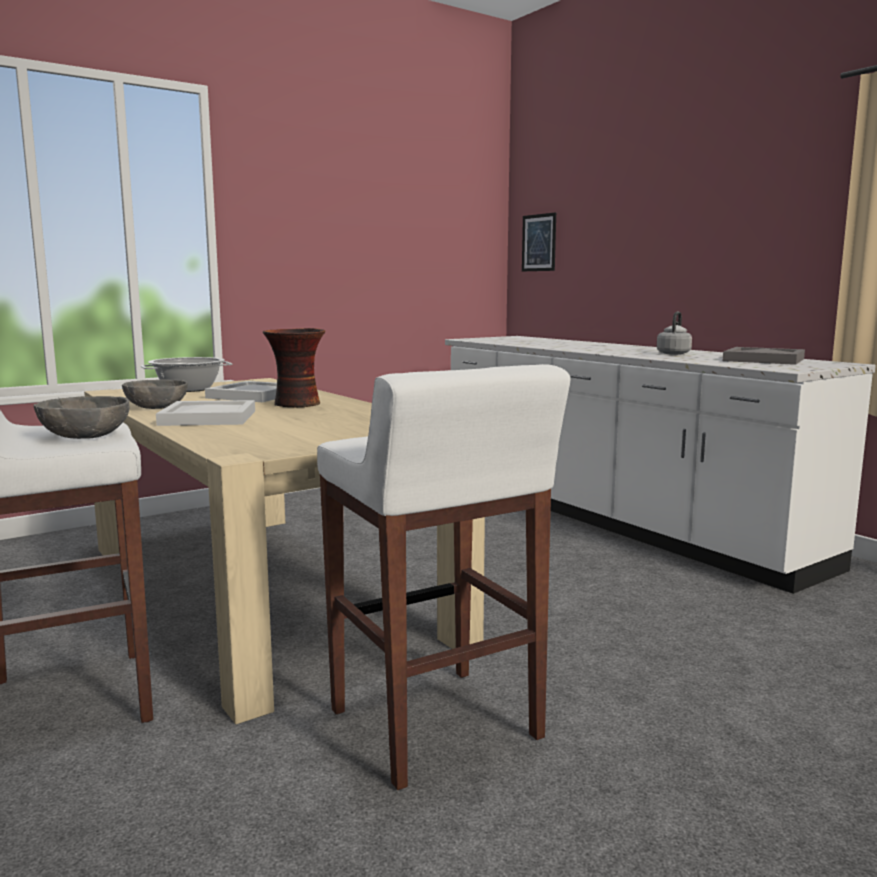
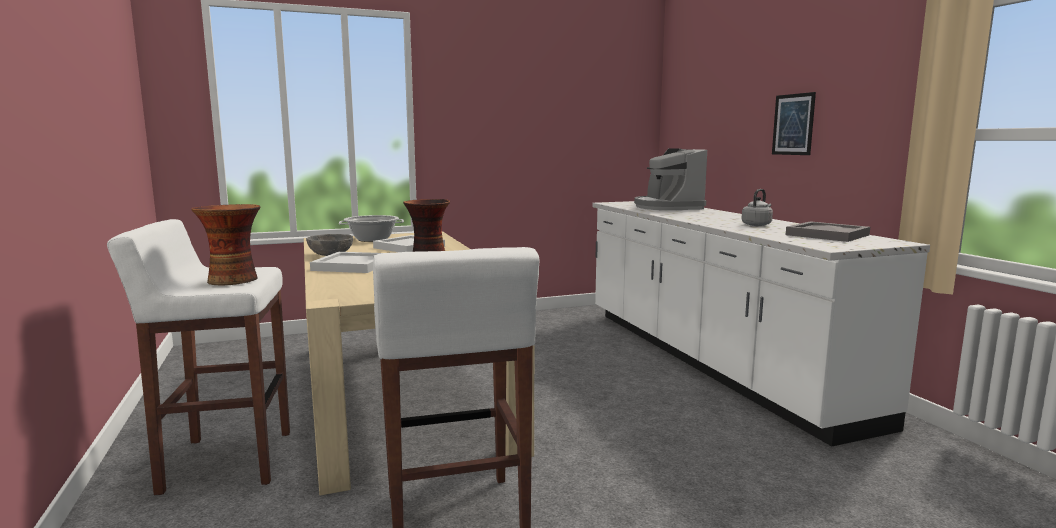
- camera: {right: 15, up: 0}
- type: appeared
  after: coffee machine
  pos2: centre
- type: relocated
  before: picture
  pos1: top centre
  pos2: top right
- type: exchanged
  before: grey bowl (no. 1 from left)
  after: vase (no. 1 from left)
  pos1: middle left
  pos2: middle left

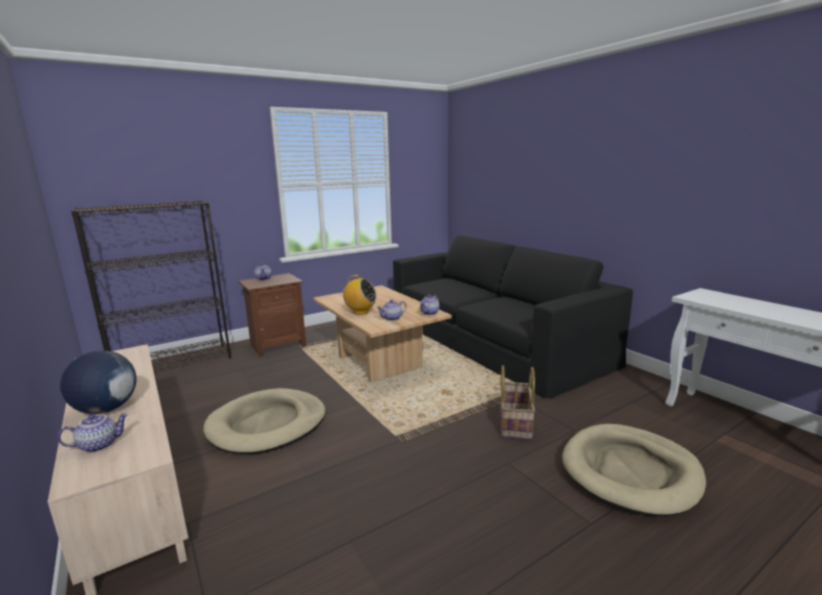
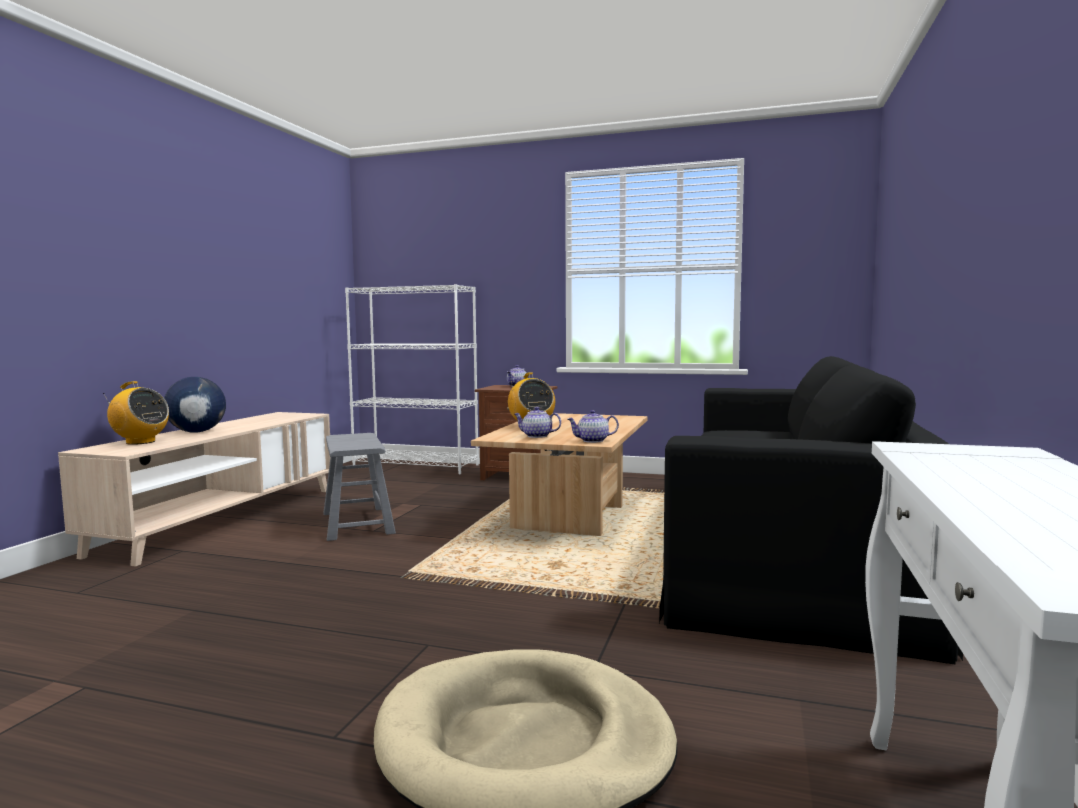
- camera: {right: 50, up: -10}
- type: missing
  before: basket
  pos1: bottom centre
- type: exchanged
  before: teapot (no. 1 from left)
  after: radio (no. 1 from left)
  pos1: bottom left
  pos2: middle left
- type: exchanged
  before: beige dog bed (no. 1 from left)
  after: grey stool
  pos1: bottom left
  pos2: middle left
- type: colour
  before: black bookcase
  after: white bookcase
  pos1: middle left
  pos2: centre

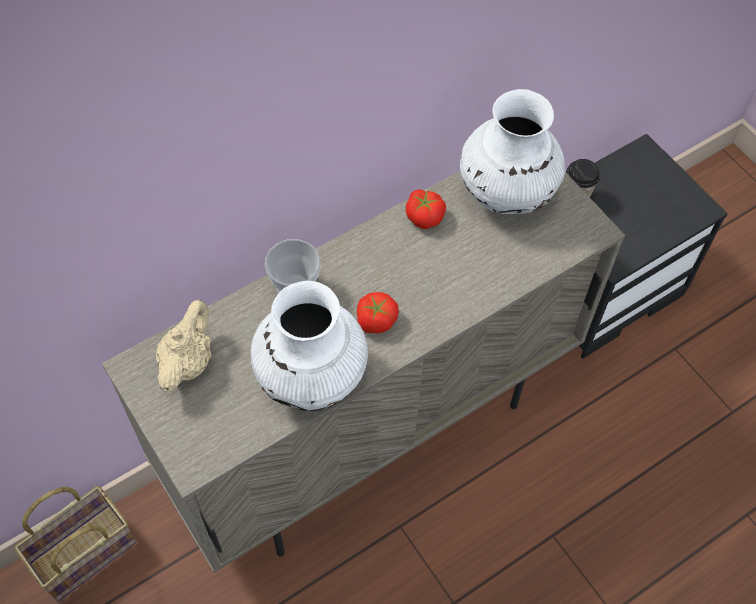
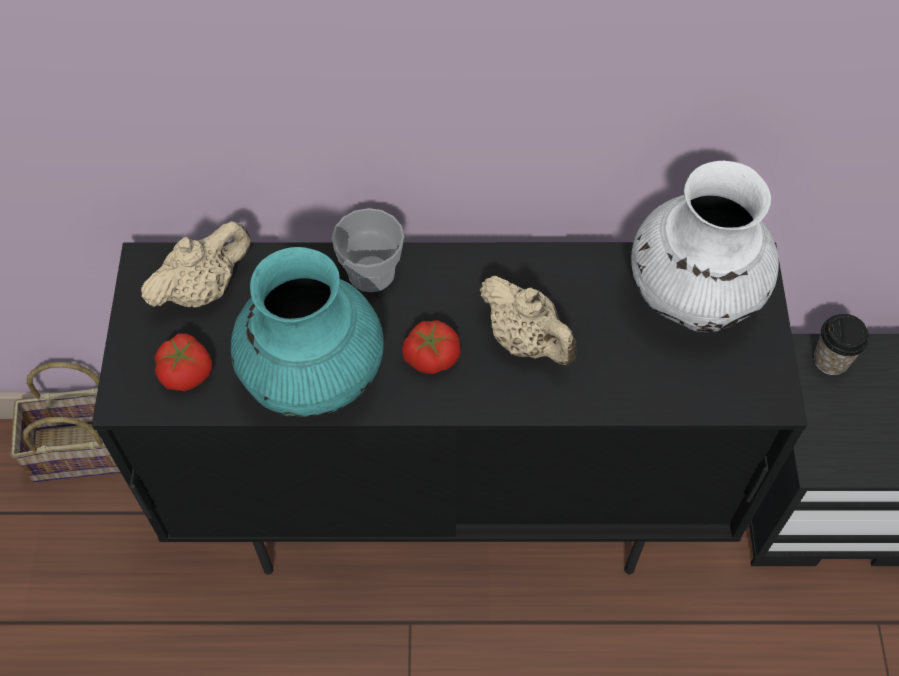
- camera: {right: 35, up: 0}
- type: appeared
  after: beige teapot (no. 2 from left)
  pos2: centre
- type: relocated
  before: tomato (no. 2 from left in the first image)
  after: tomato (no. 1 from left)
  pos1: centre
  pos2: middle left
- type: colour
  before: beige cabinet
  after: black cabinet
  pos1: centre
  pos2: centre
- type: colour
  before: white vase (no. 1 from left)
  after: turquoise vase
  pos1: centre
  pos2: centre

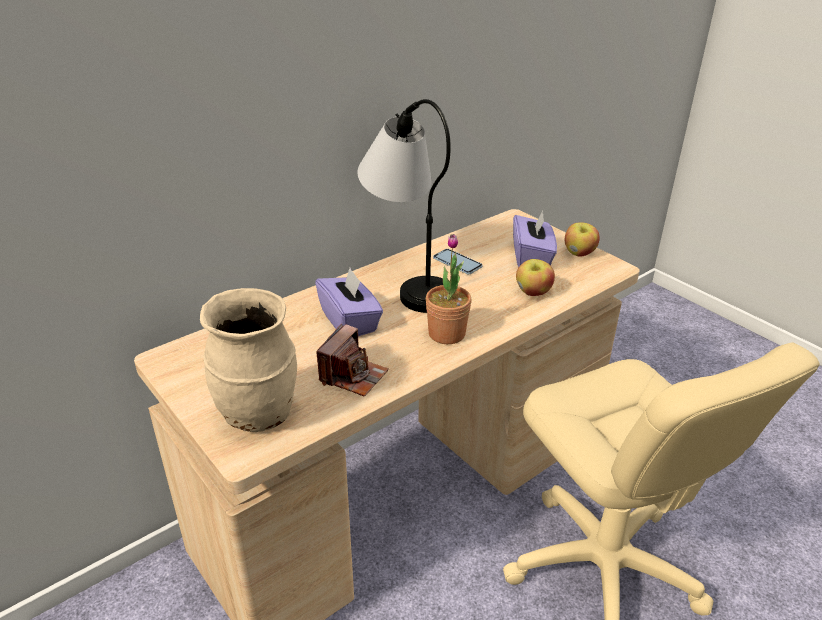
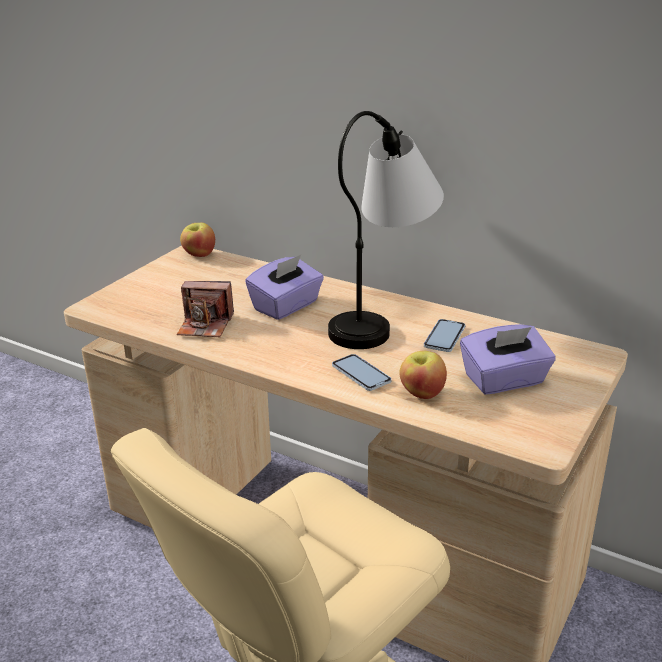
- camera: {right: 70, up: -5}
- type: missing
  before: beige vase
  pos1: middle left
- type: missing
  before: potted plant
  pos1: centre
- type: appeared
  after: phone (no. 1 from left)
  pos2: centre
- type: relocated
  before: apple (no. 2 from left in the first image)
  after: apple (no. 1 from left)
  pos1: middle right
  pos2: middle left

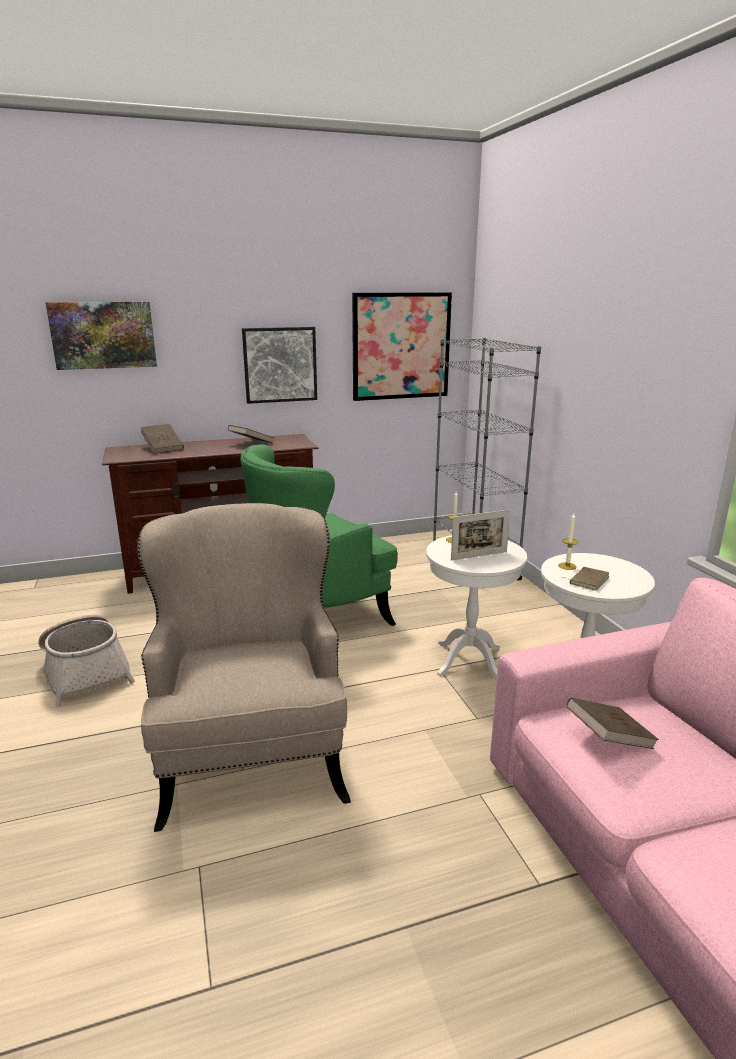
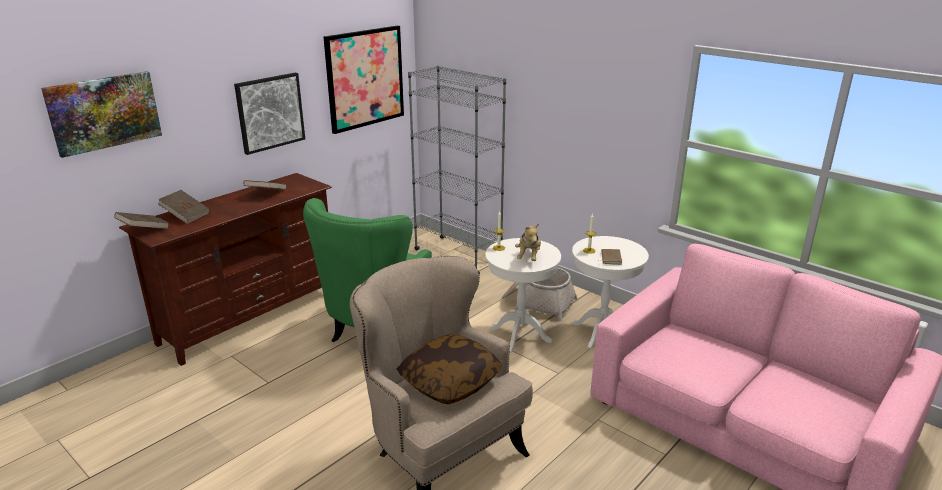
- camera: {right: -30, up: 5}
- type: appeared
  after: pillow
  pos2: bottom centre
- type: relocated
  before: basket
  pos1: middle left
  pos2: centre
- type: relocated
  before: brown book (no. 4 from left in the first image)
  after: brown book (no. 1 from left)
  pos1: bottom right
  pos2: middle left
- type: exchanged
  before: picture frame
  after: plush toy
  pos1: centre
  pos2: centre

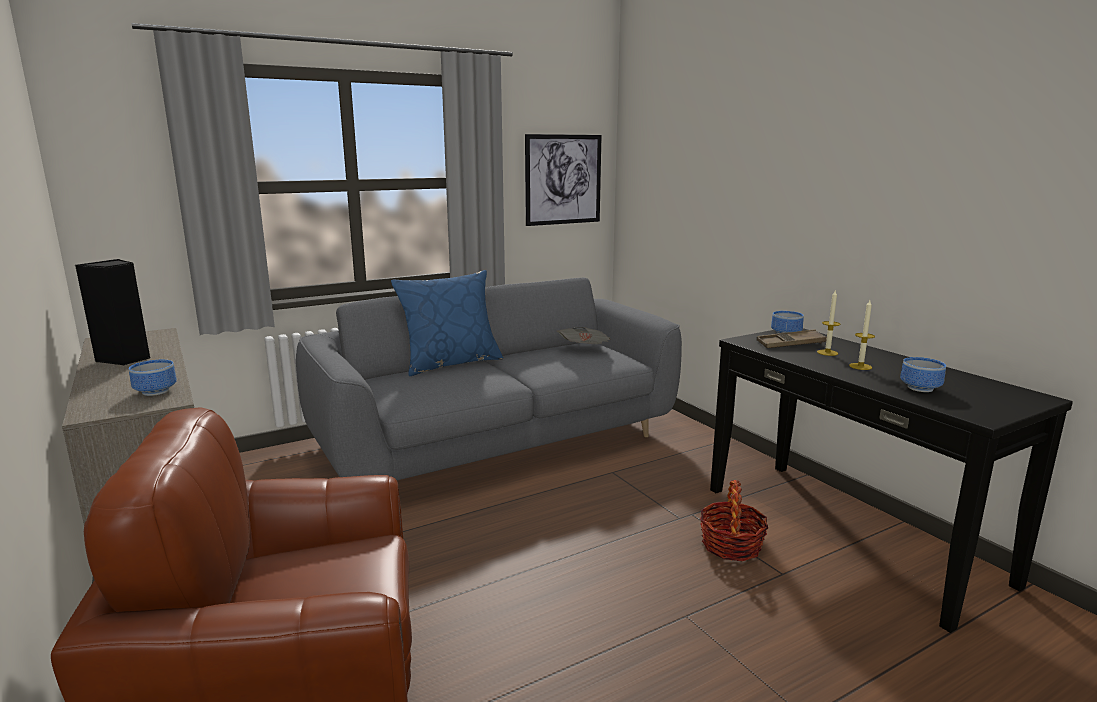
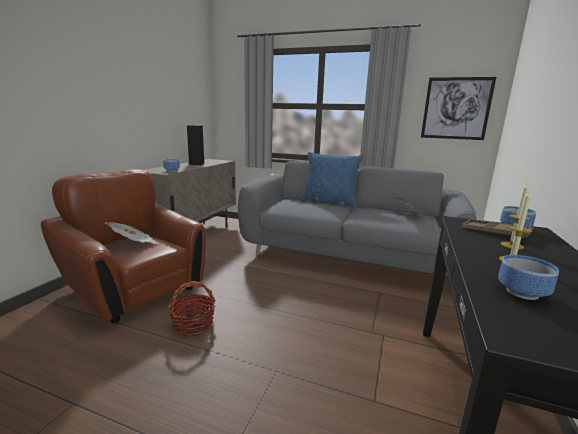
- camera: {right: 50, up: 0}
- type: appeared
  after: newspaper (no. 1 from left)
  pos2: middle left
- type: relocated
  before: basket
  pos1: bottom right
  pos2: bottom left

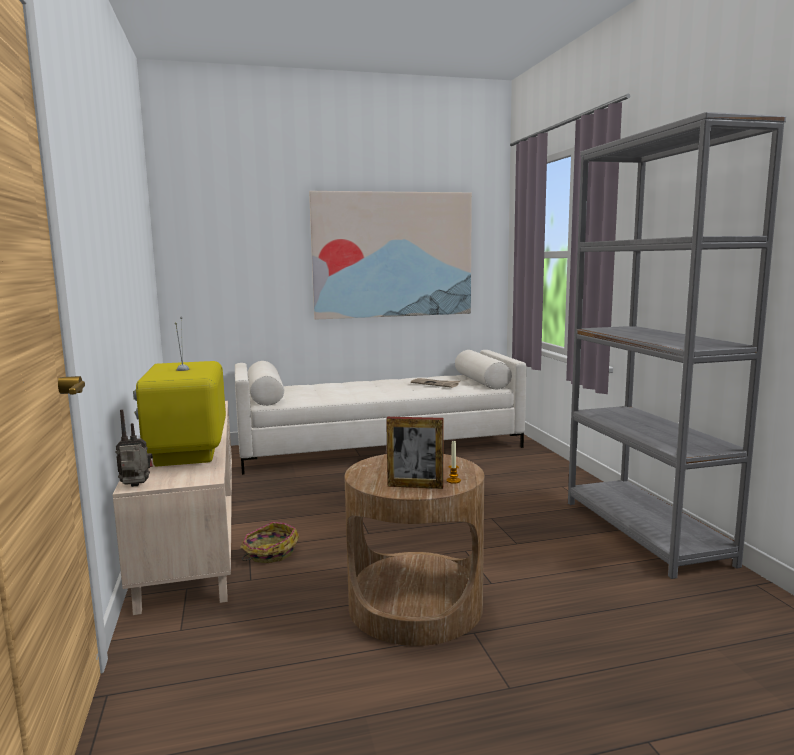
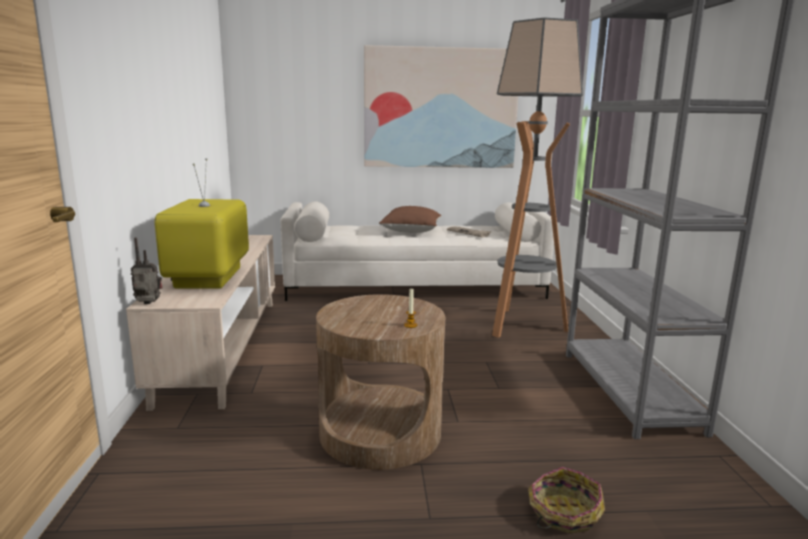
- camera: {right: 10, up: 5}
- type: missing
  before: picture frame
  pos1: centre
- type: appeared
  after: brown pillow
  pos2: centre
- type: appeared
  after: floor lamp
  pos2: top centre
- type: relocated
  before: basket
  pos1: bottom centre
  pos2: bottom right

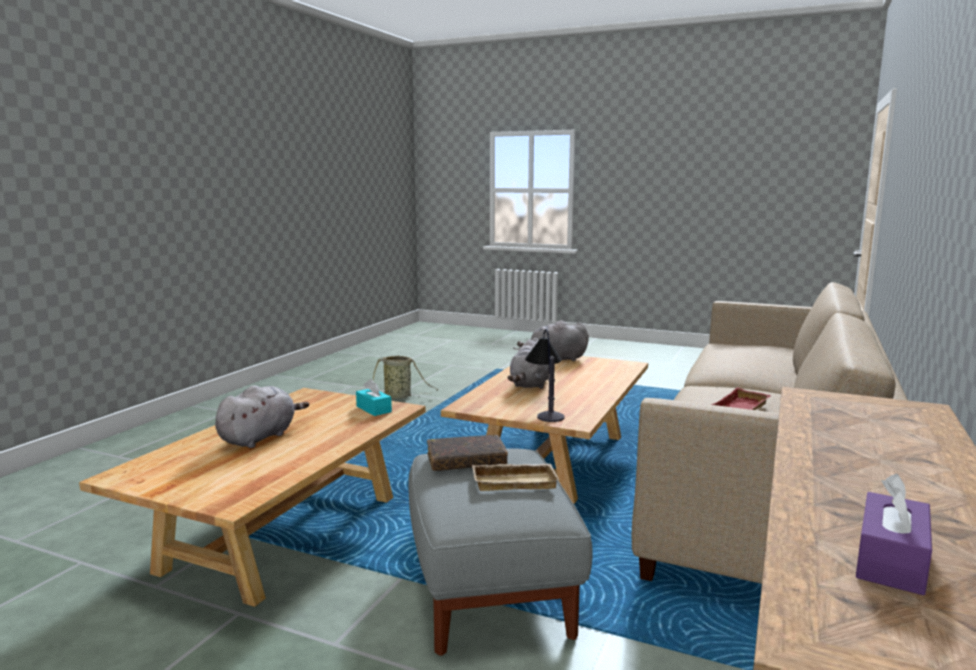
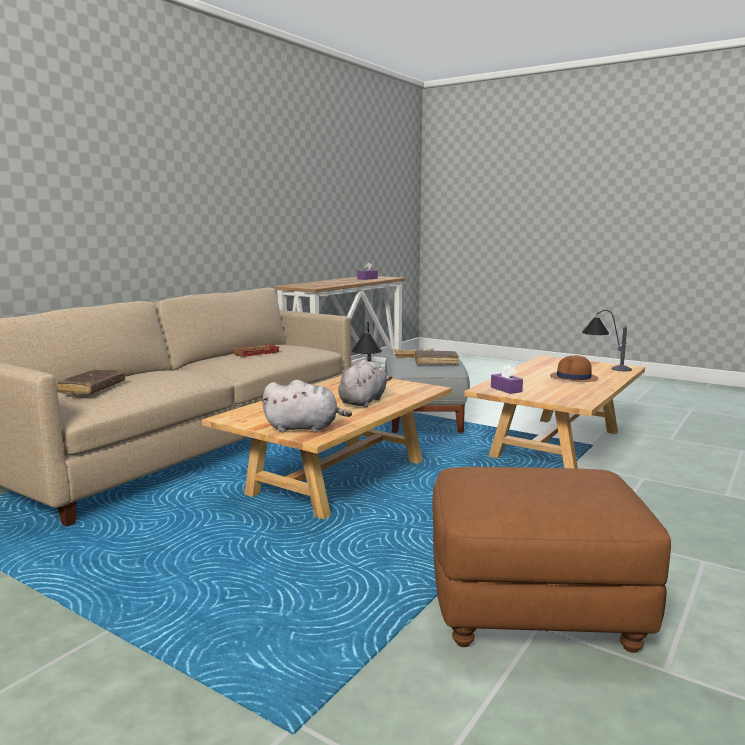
- camera: {right: -170, up: 0}
- type: appeared
  after: brown book (no. 1 from left)
  pos2: middle left
- type: appeared
  after: table lamp (no. 2 from left)
  pos2: middle right
- type: exchanged
  before: grey plush toy (no. 1 from left)
  after: brown hat
  pos1: middle left
  pos2: middle right
- type: exchanged
  before: basket
  after: brown ottoman
  pos1: centre
  pos2: bottom right
- type: colour
  before: turquoise tissue box
  after: purple tissue box (no. 2 from left)
  pos1: centre
  pos2: middle right

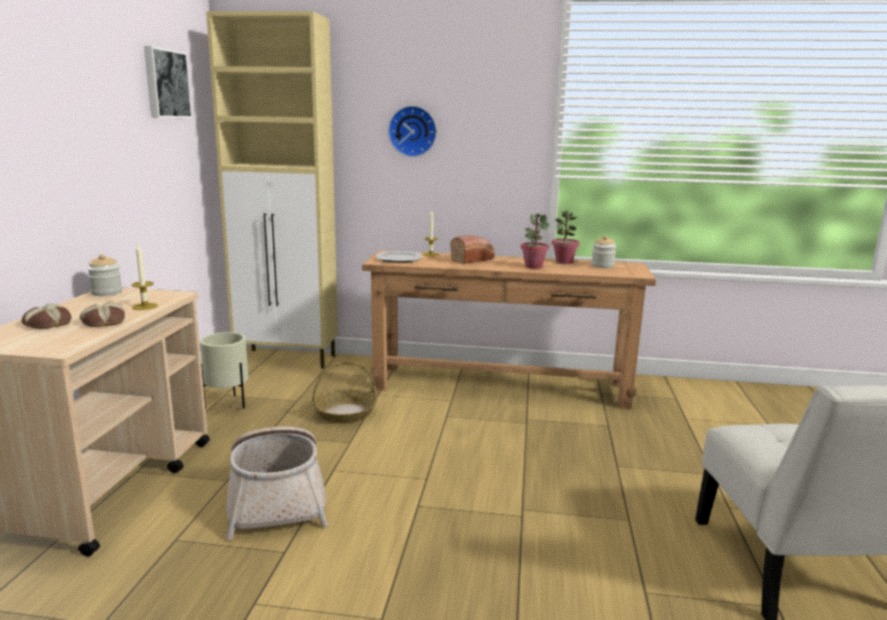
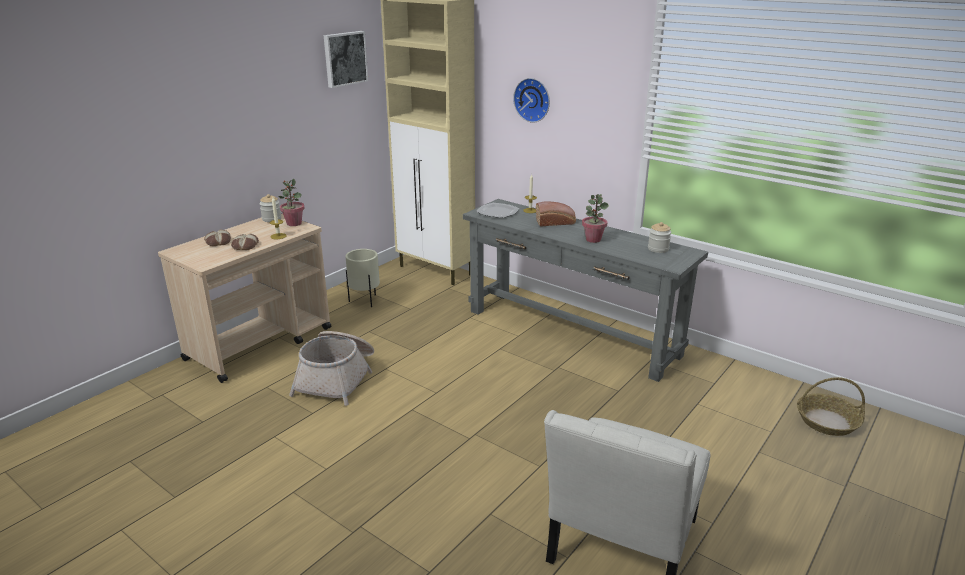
- camera: {right: 30, up: 10}
- type: relocated
  before: basket (no. 2 from left)
  pos1: centre
  pos2: bottom right
- type: relocated
  before: potted plant (no. 2 from left in the first image)
  after: potted plant (no. 1 from left)
  pos1: centre
  pos2: middle left
- type: colour
  before: brown console table
  after: grey console table
  pos1: centre
  pos2: centre

